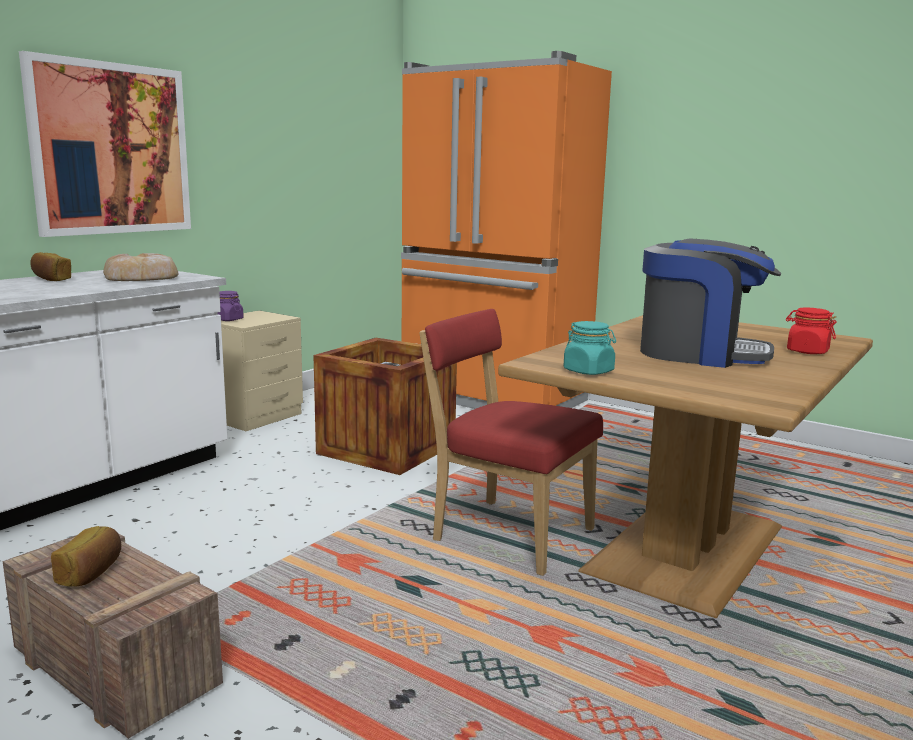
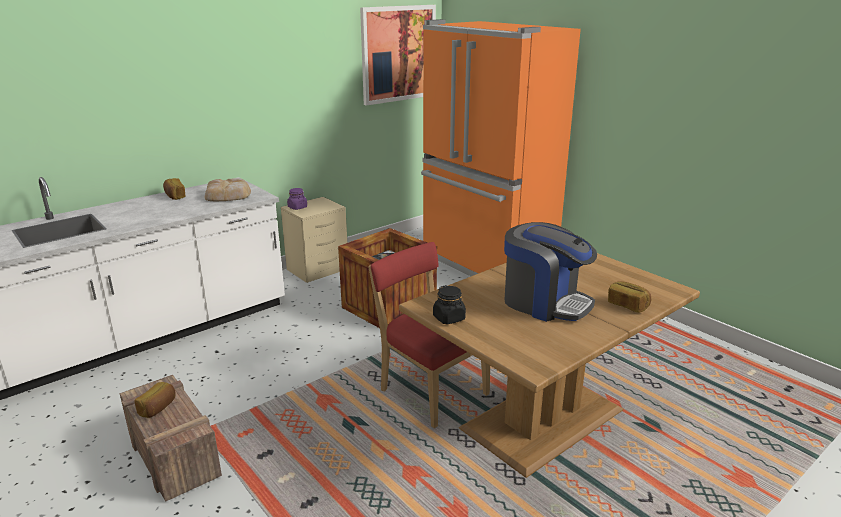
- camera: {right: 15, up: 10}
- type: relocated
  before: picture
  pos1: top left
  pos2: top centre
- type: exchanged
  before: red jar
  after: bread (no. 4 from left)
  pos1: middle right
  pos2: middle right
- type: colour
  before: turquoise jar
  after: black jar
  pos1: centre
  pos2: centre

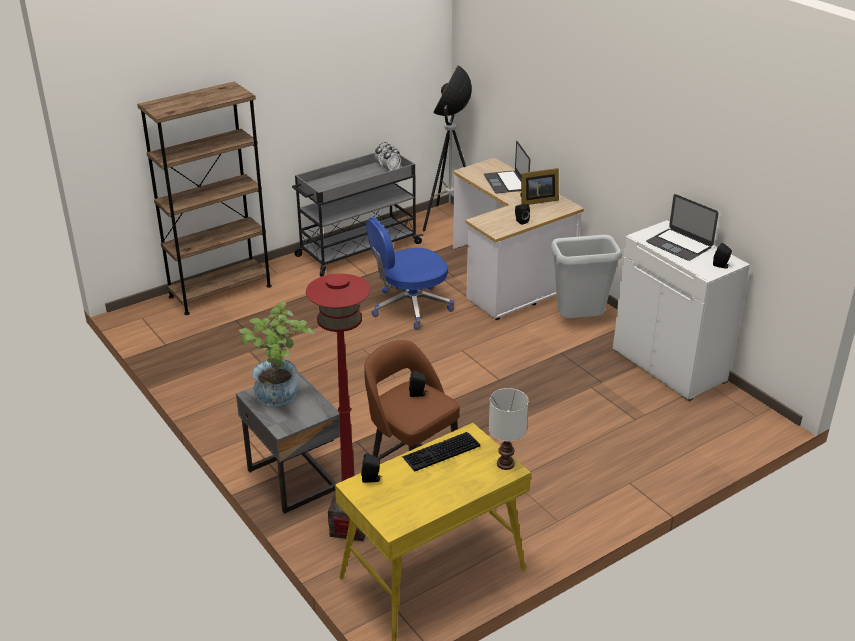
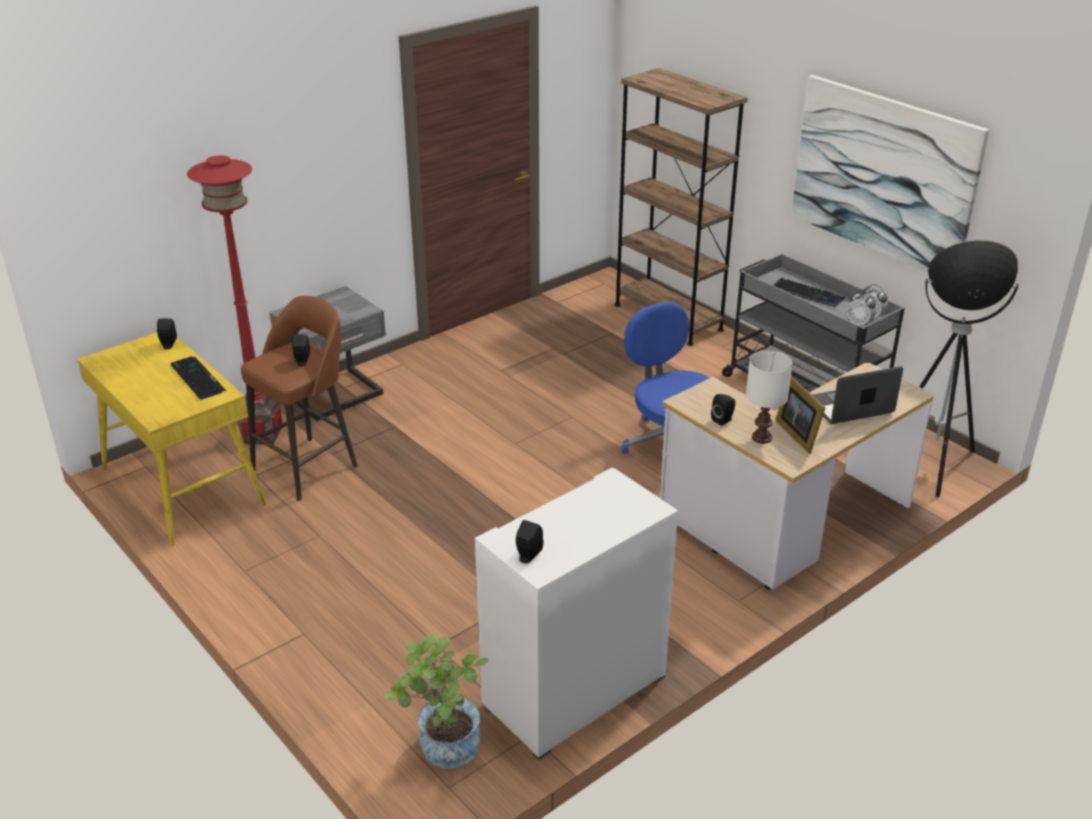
- camera: {right: 85, up: 0}
- type: missing
  before: grey trash can
  pos1: middle right
- type: missing
  before: laptop (no. 2 from left)
  pos1: middle right
- type: appeared
  after: keyboard (no. 2 from left)
  pos2: middle right
- type: appeared
  after: picture
  pos2: top right
- type: relocated
  before: potted plant
  pos1: middle left
  pos2: bottom centre
- type: relocated
  before: white table lamp
  pos1: bottom centre
  pos2: middle right

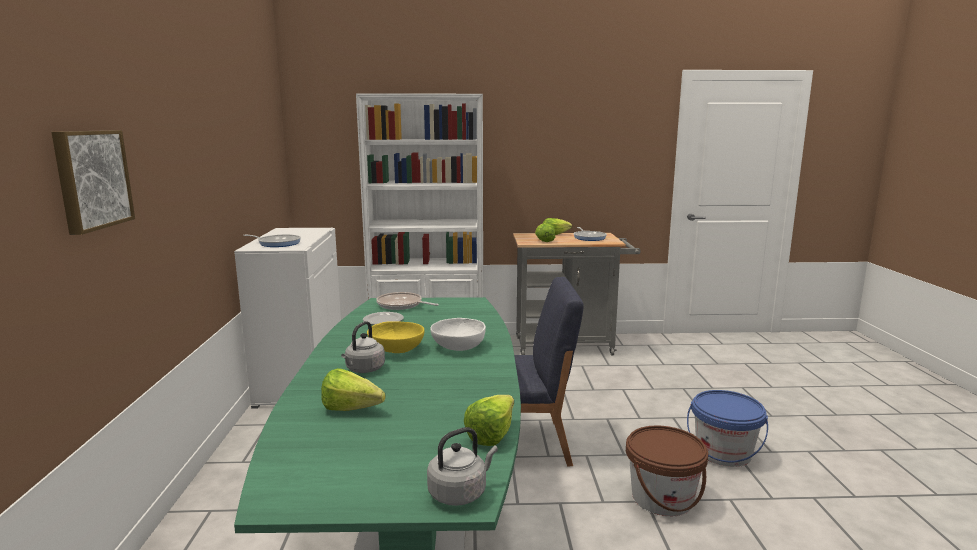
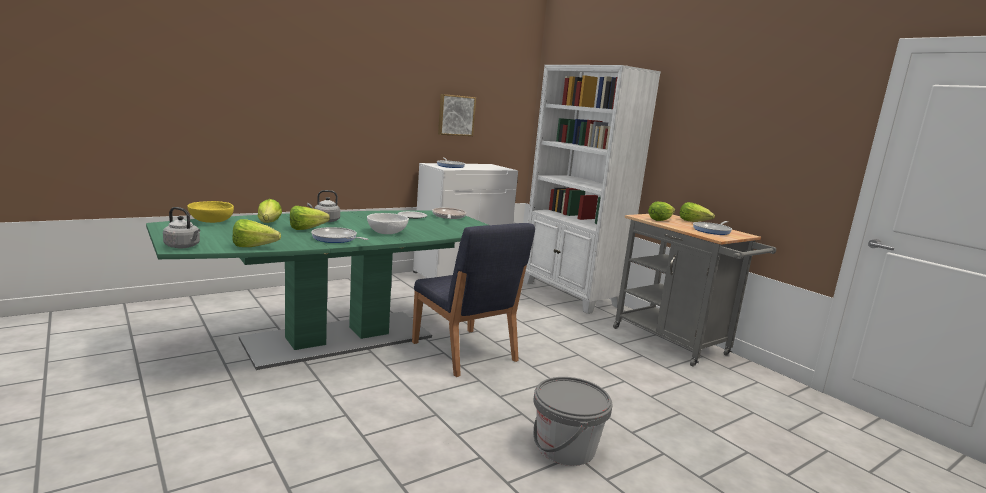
- camera: {right: 55, up: 0}
- type: missing
  before: brown bucket
  pos1: bottom right
- type: appeared
  after: lettuce (no. 3 from left)
  pos2: middle left
- type: appeared
  after: frying pan (no. 1 from left)
  pos2: centre
- type: relocated
  before: picture
  pos1: top left
  pos2: top centre
- type: relocated
  before: yellow bowl
  pos1: centre
  pos2: middle left
- type: colour
  before: blue bucket
  after: grey bucket
  pos1: bottom right
  pos2: bottom centre

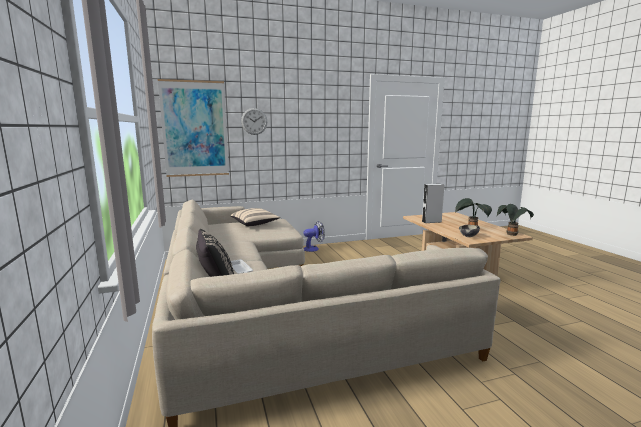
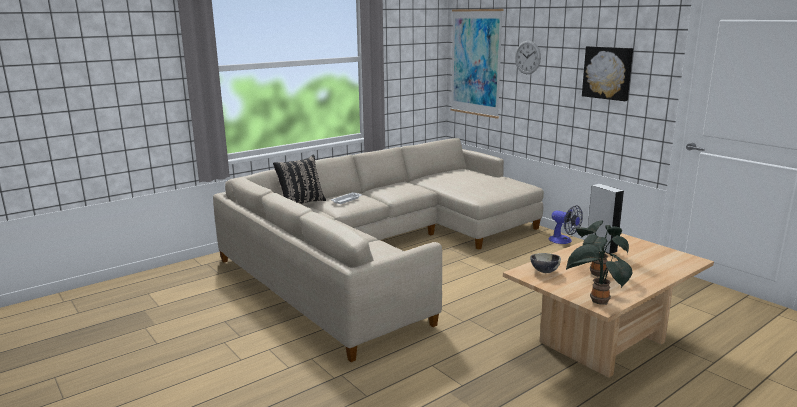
- camera: {right: 70, up: 5}
- type: missing
  before: beige pillow
  pos1: centre
- type: appeared
  after: picture (no. 2 from left)
  pos2: top right

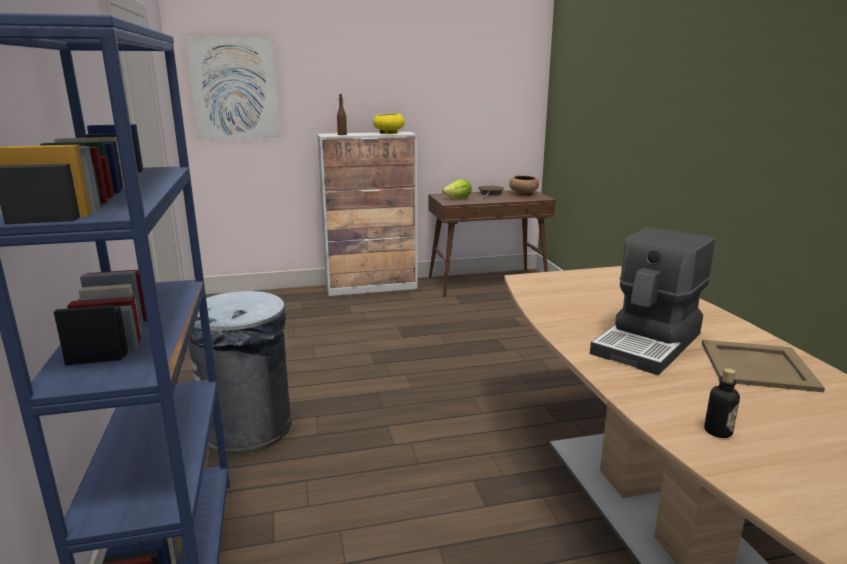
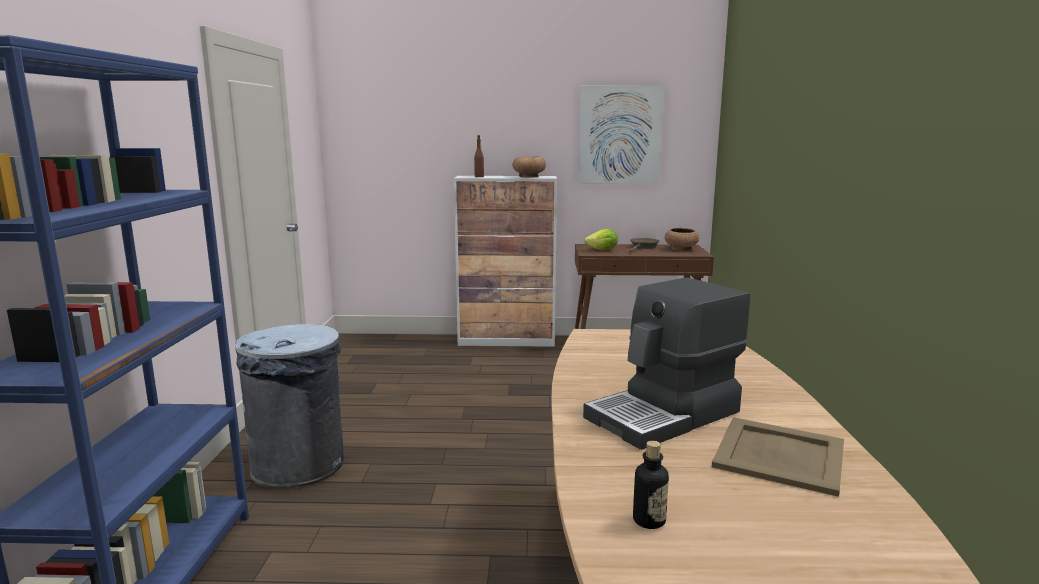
- camera: {right: 15, up: -5}
- type: relocated
  before: picture
  pos1: top left
  pos2: top centre
- type: colour
  before: yellow bowl
  after: brown bowl (no. 1 from left)
  pos1: top centre
  pos2: top centre

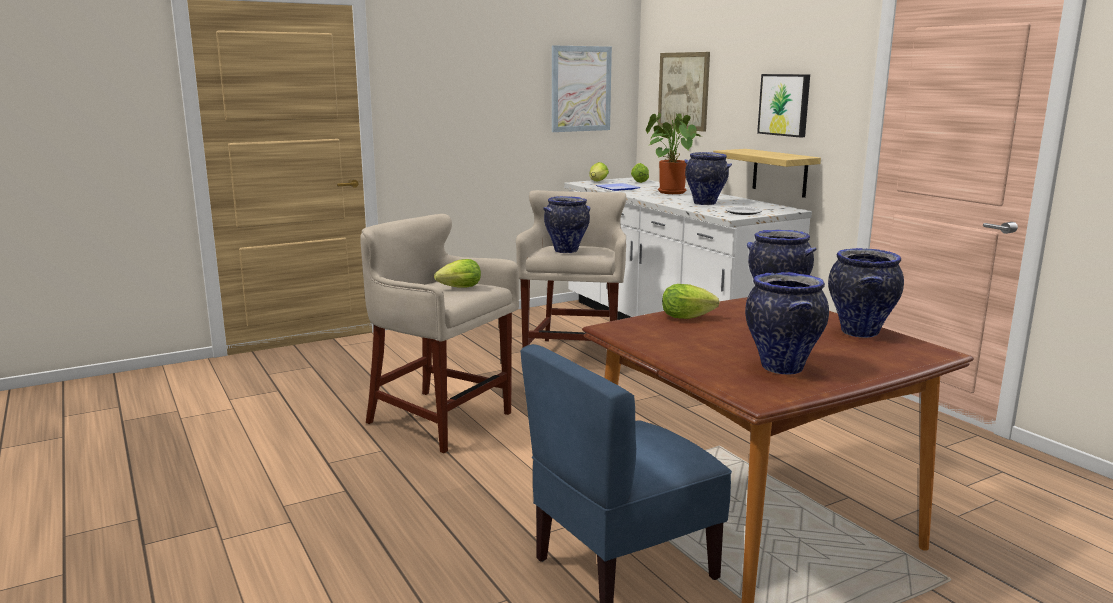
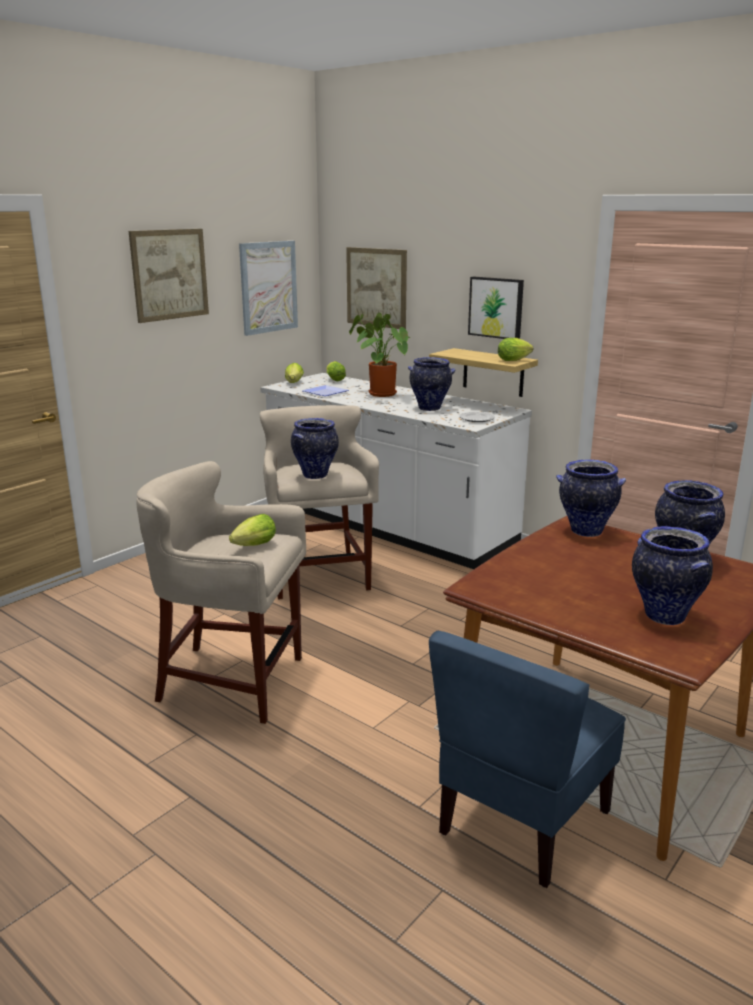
- camera: {right: -20, up: 5}
- type: appeared
  after: picture (no. 1 from left)
  pos2: top left
- type: relocated
  before: lettuce (no. 4 from left)
  pos1: centre
  pos2: middle right

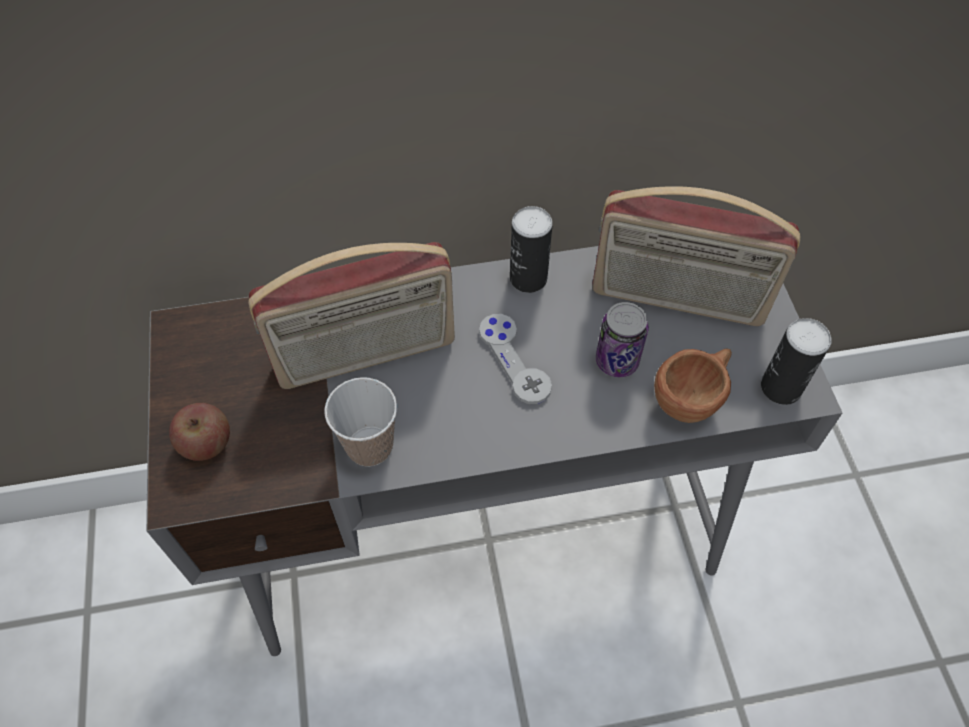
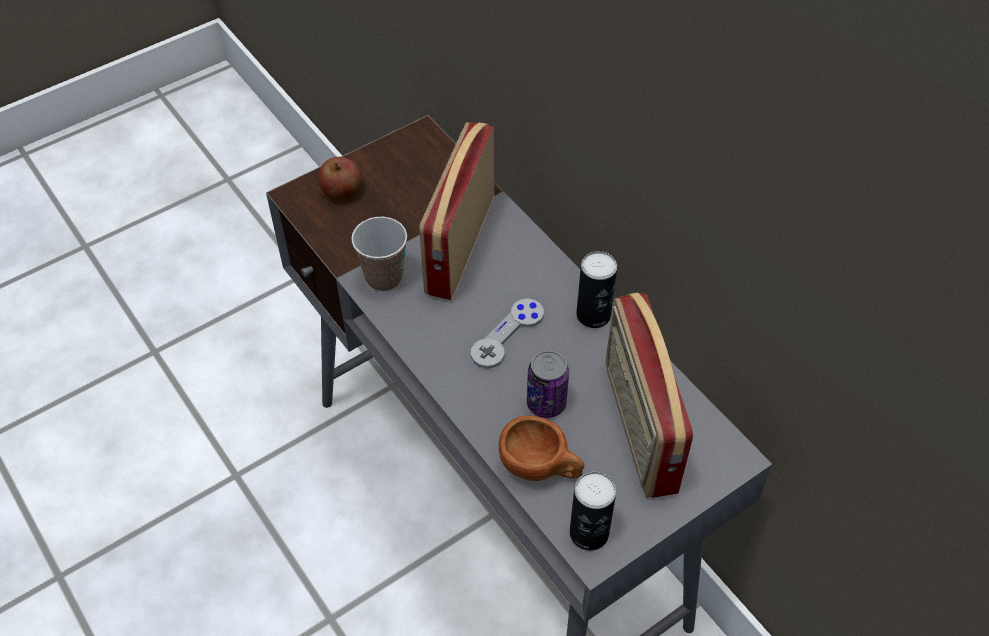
- camera: {right: 65, up: -5}
- type: spun
  before: radio (no. 1 from left)
  pos1: centre
  pos2: top centre
  turn: 60

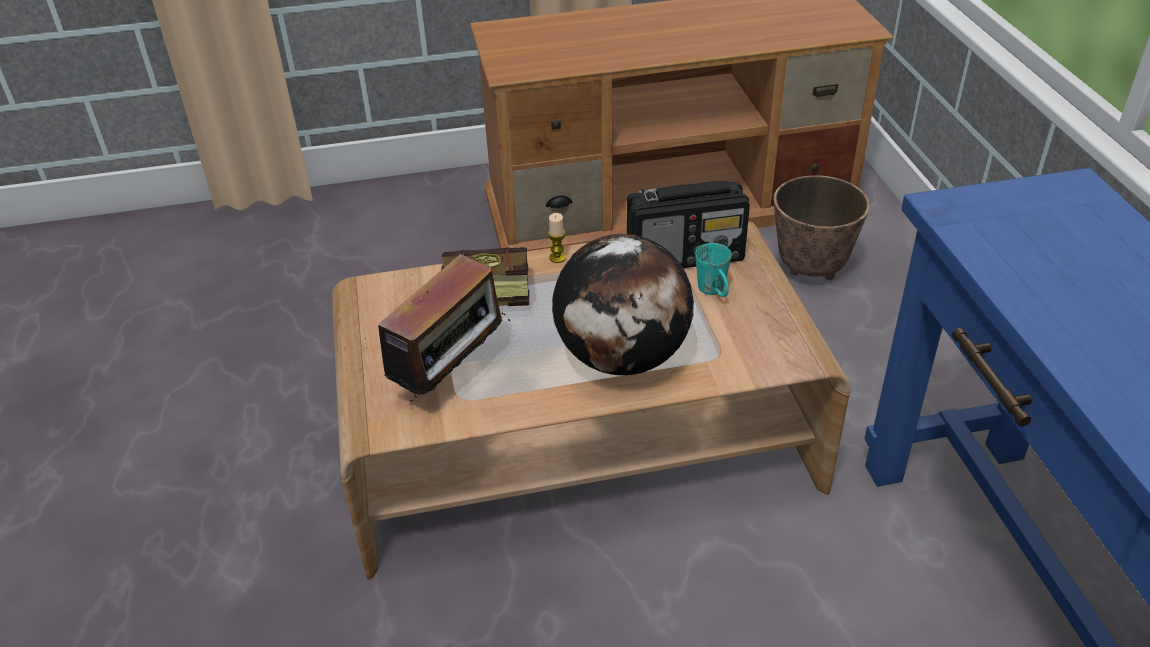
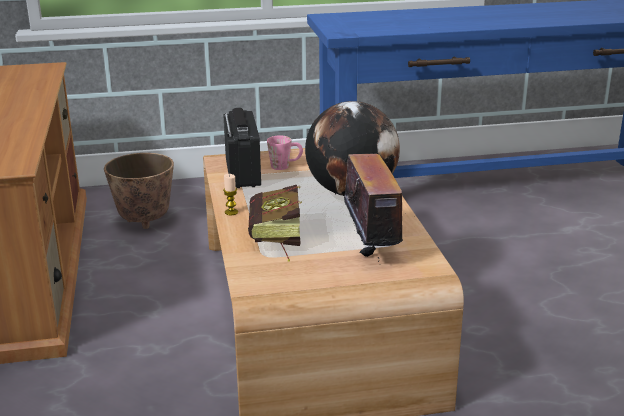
- camera: {right: -90, up: -15}
- type: colour
  before: turquoise mug
  after: pink mug
  pos1: centre
  pos2: centre
- type: spun
  before: radio (no. 1 from left in the first image)
  pos1: centre
  pos2: centre
  turn: 45

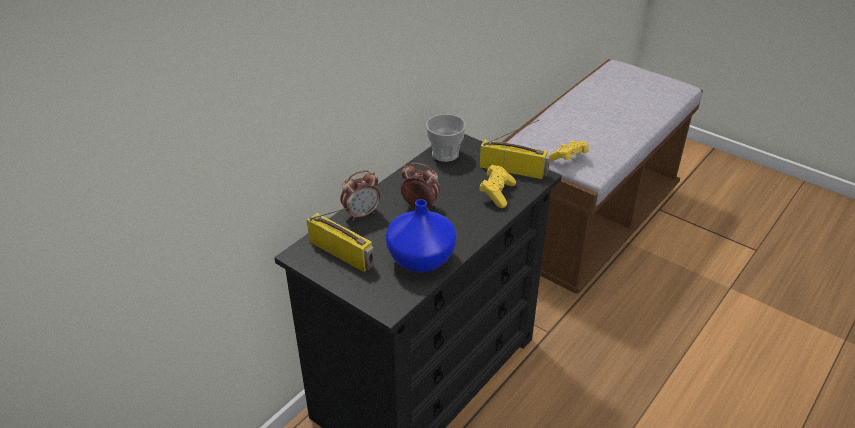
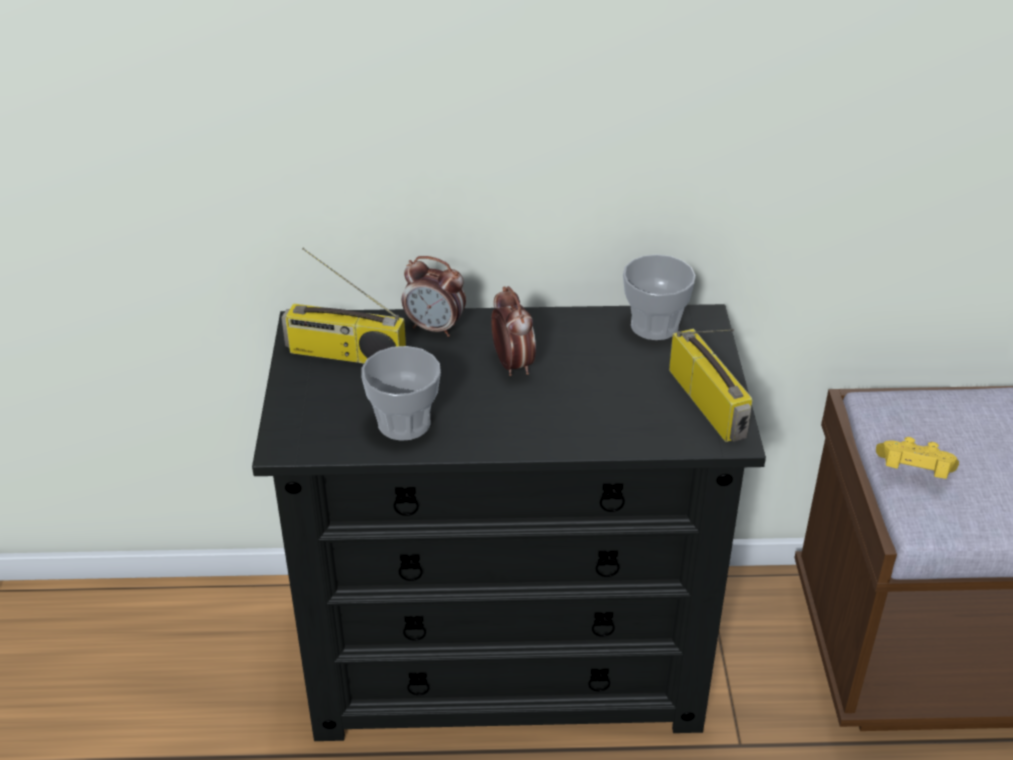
- camera: {right: 50, up: 0}
- type: missing
  before: yellow game controller (no. 1 from left)
  pos1: centre
- type: exchanged
  before: blue vase
  after: cup (no. 1 from left)
  pos1: centre
  pos2: centre
- type: spun
  before: radio (no. 1 from left)
  pos1: centre
  pos2: centre
  turn: 105

